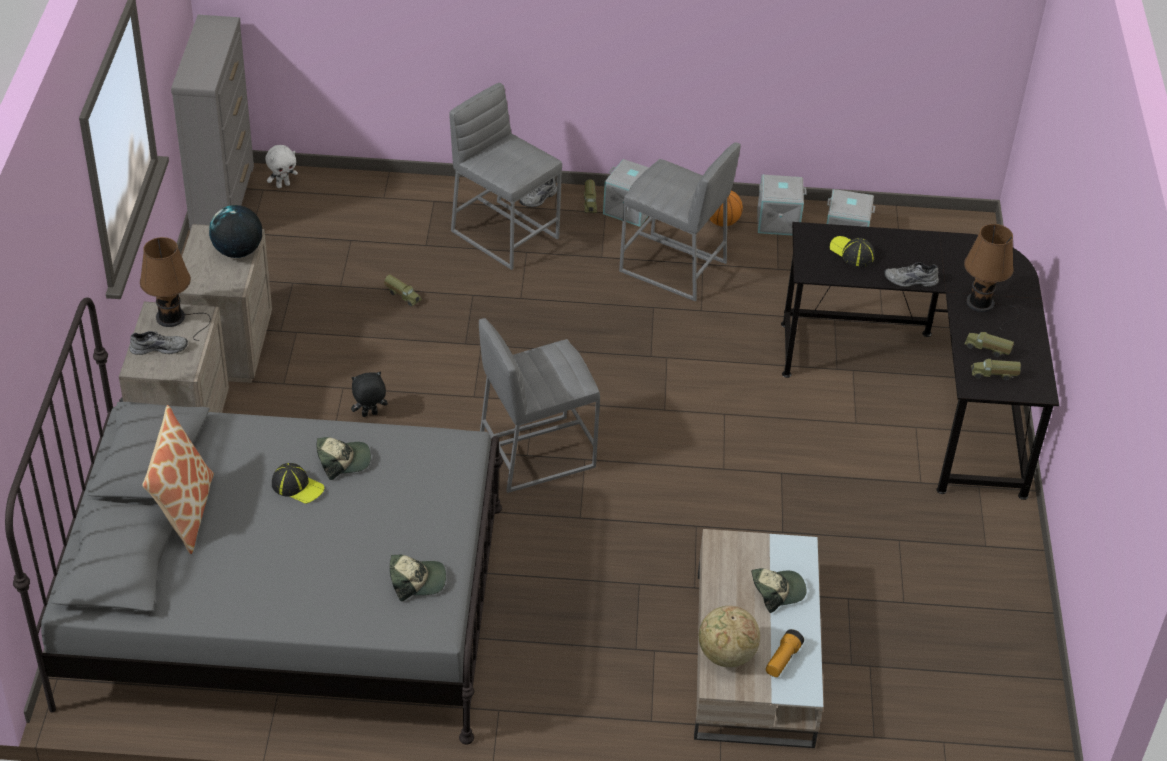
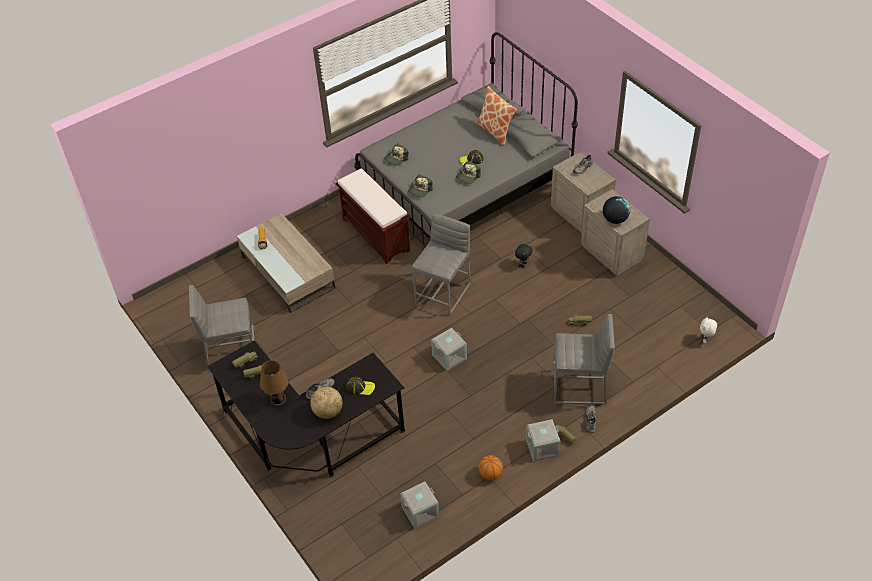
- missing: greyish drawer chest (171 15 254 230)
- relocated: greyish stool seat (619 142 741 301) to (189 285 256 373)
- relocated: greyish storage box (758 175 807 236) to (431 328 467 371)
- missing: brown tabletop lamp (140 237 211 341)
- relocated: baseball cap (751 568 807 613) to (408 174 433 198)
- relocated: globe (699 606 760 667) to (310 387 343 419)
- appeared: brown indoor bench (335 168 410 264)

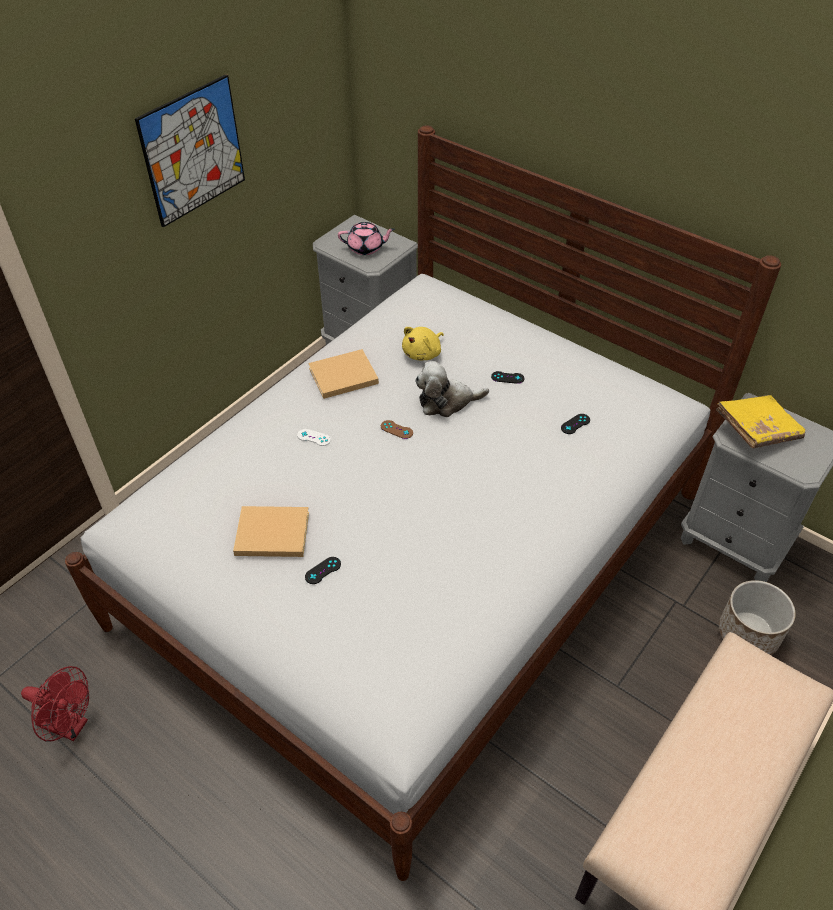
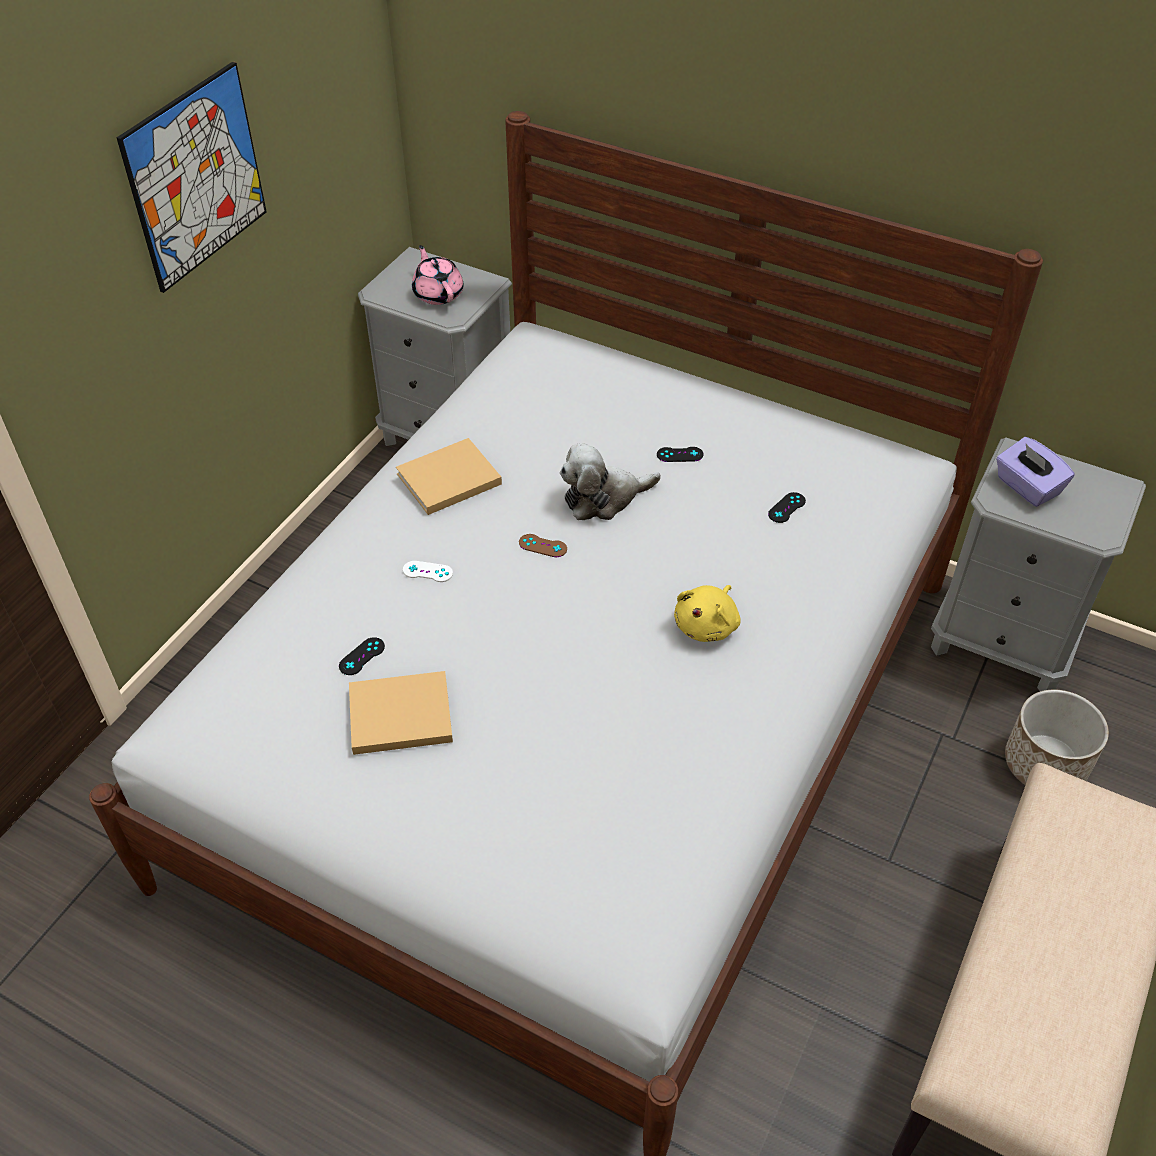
- spun: pink-coloured tea pot (338 222 395 255) = (412 245 463 305) 105 degrees counterclockwise
- relocated: yellow cuddly toy (402 327 444 360) to (674 585 741 642)
- exchanged: yellow bound book (716 395 805 448) to purple tissue holder (996 437 1074 507)
- relocated: blackish gamepad (305 557 341 584) to (339 637 385 675)
- missing: red-coloured fan (21 666 89 741)

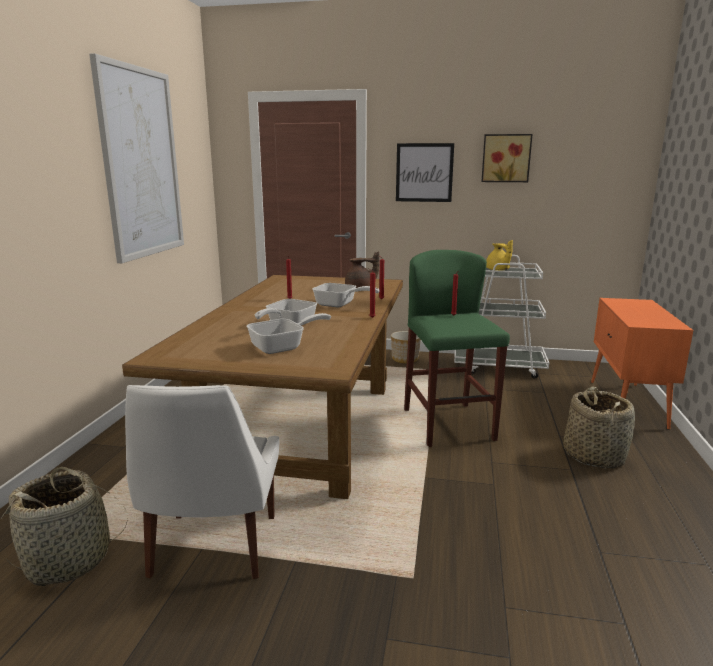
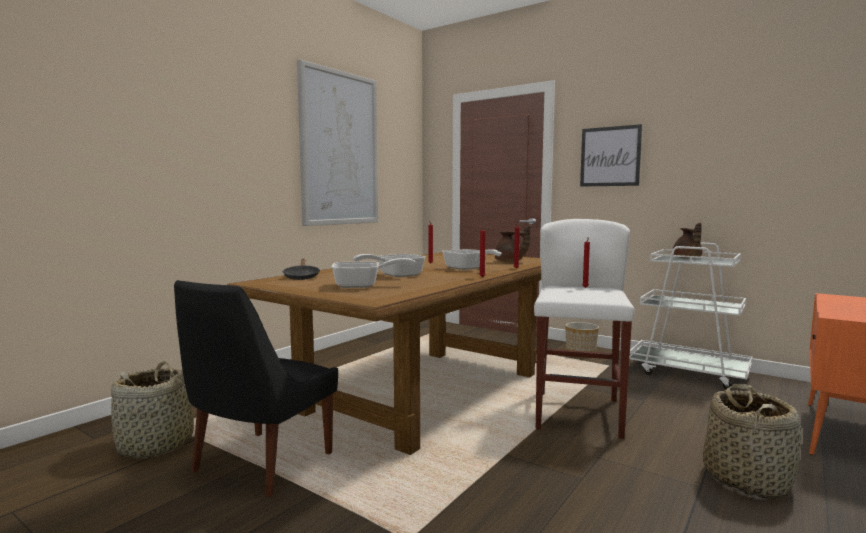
- missing: wall picture (481 134 533 182)
- colour: yellow tea pot (486 240 513 271) to brown tea pot (673 223 702 259)
- colour: greenish stool seat (404 250 510 447) to white-coloured stool seat (534 219 635 439)
- colour: white-coloured chair (125 385 279 579) to blackish chair (174 280 338 497)
- appeared: blackish frying pan (282 259 320 280)

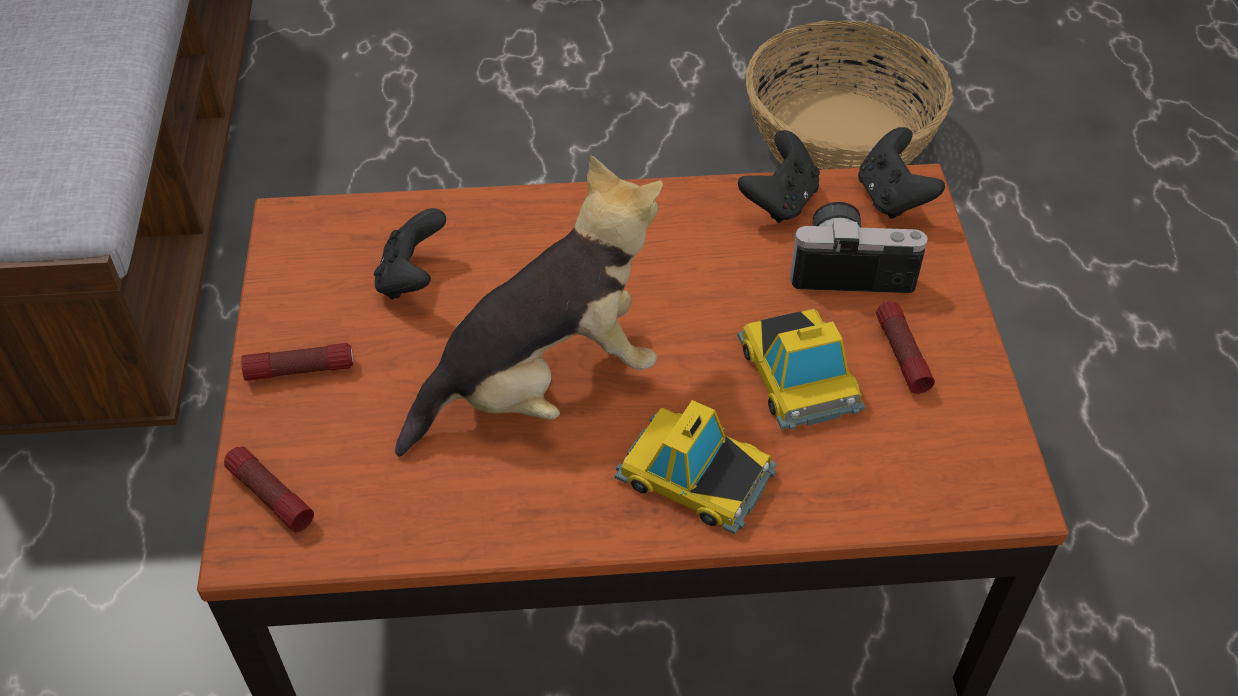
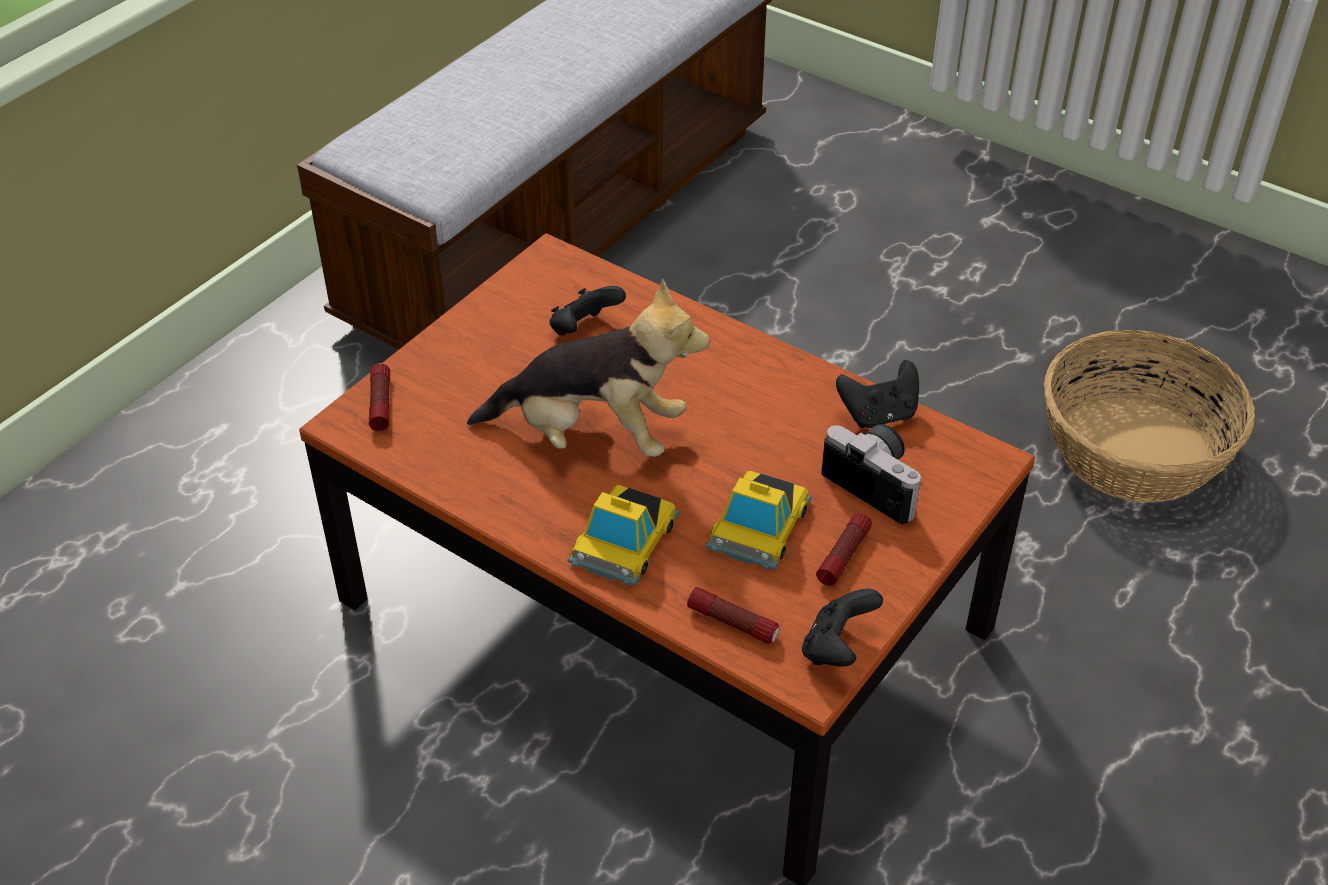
- relocated: blackish gamepad (858 127 945 219) to (802 589 883 667)
- relocated: hand torch (241 343 354 381) to (687 587 780 644)
- spun: miniature car (615 400 777 534) = (567 485 680 586) 135 degrees counterclockwise

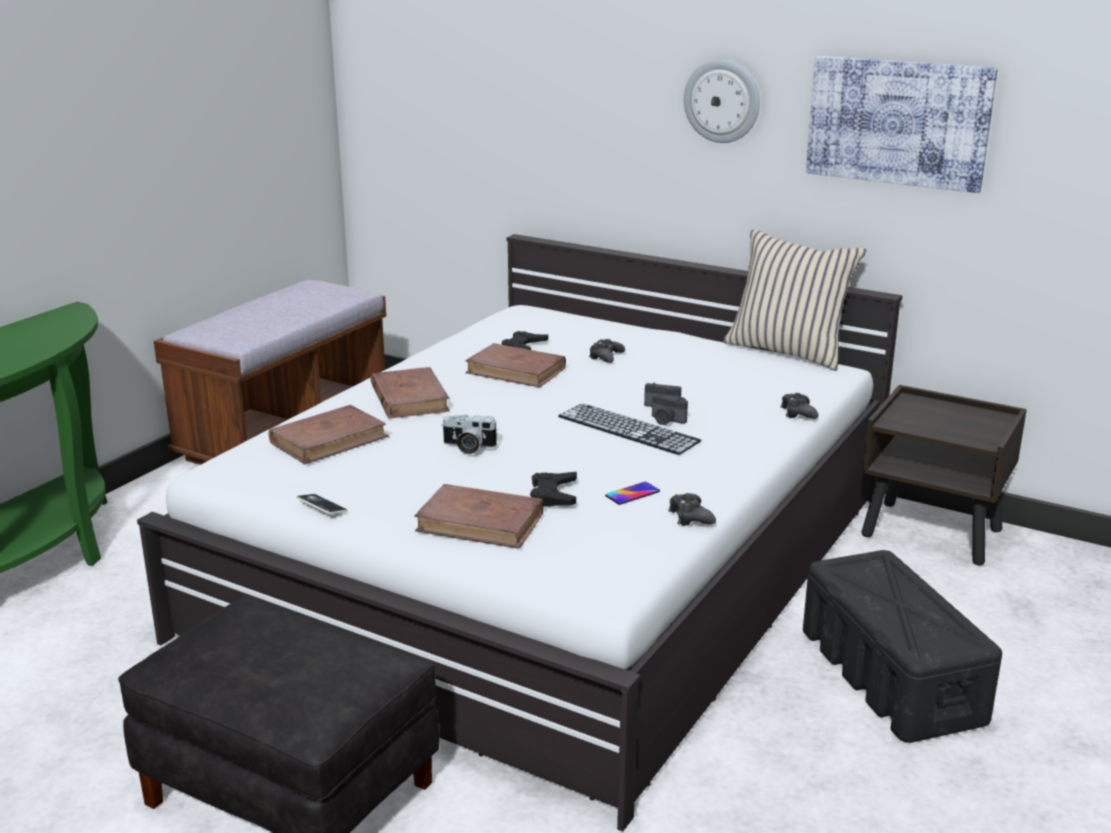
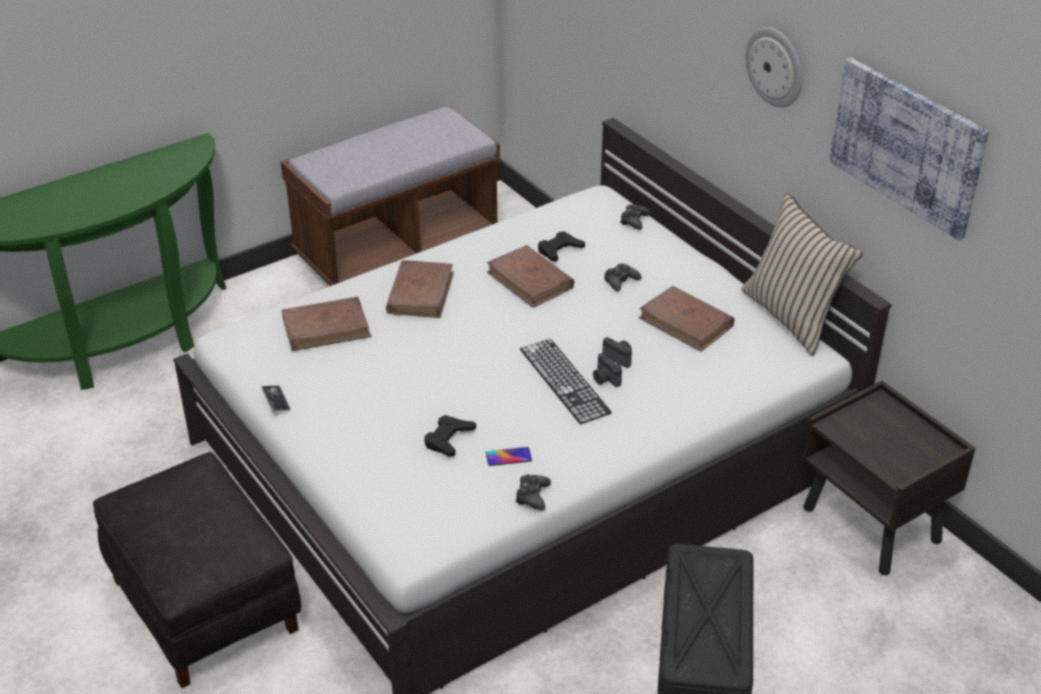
- relocated: blackish gamepad (780 393 819 419) to (620 204 651 230)
- missing: photo camera (441 415 498 454)
- relocated: brown bound book (414 484 544 549) to (639 286 734 352)

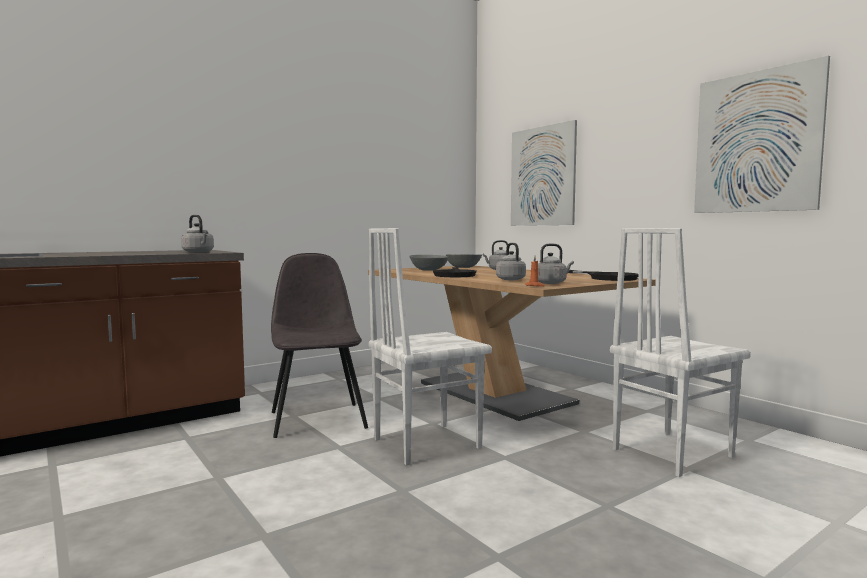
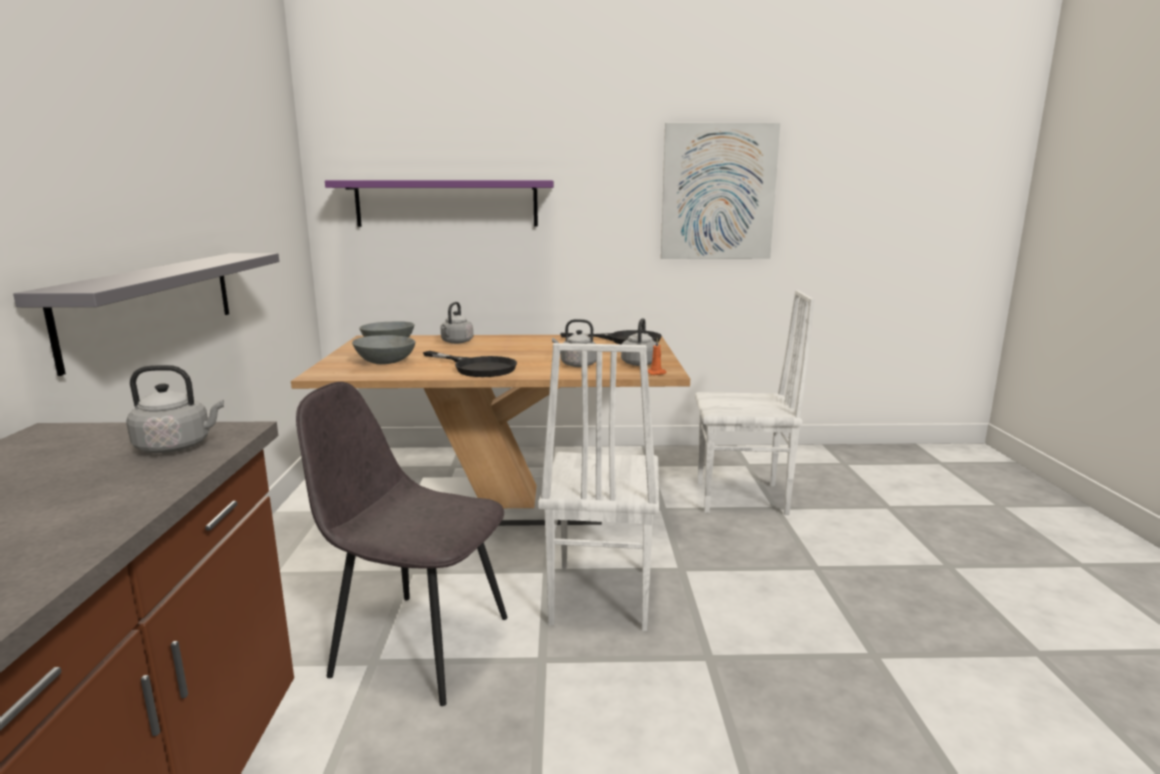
- exchanged: wall picture (511 120 577 226) to purple wall shelf (325 180 554 227)
- spun: white-coloured chair (610 228 751 477) = (695 290 814 515) 90 degrees counterclockwise
- appeared: greyish wall shelf (13 253 279 376)

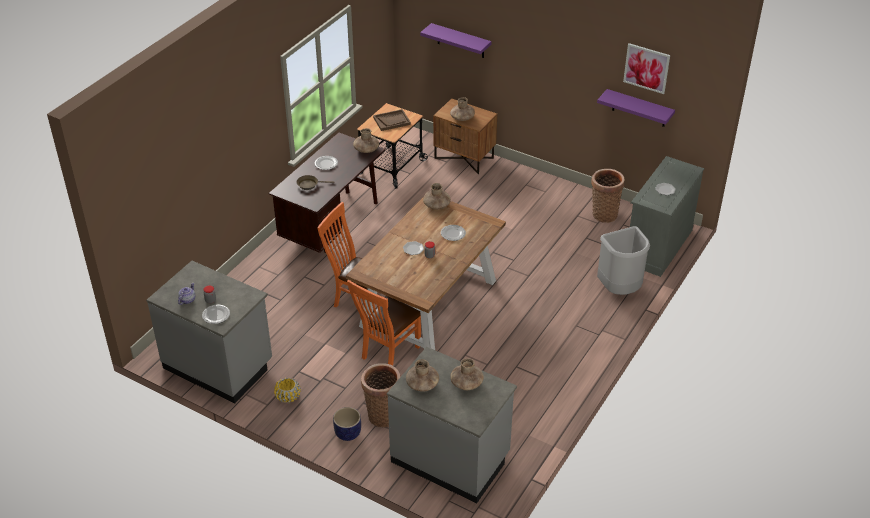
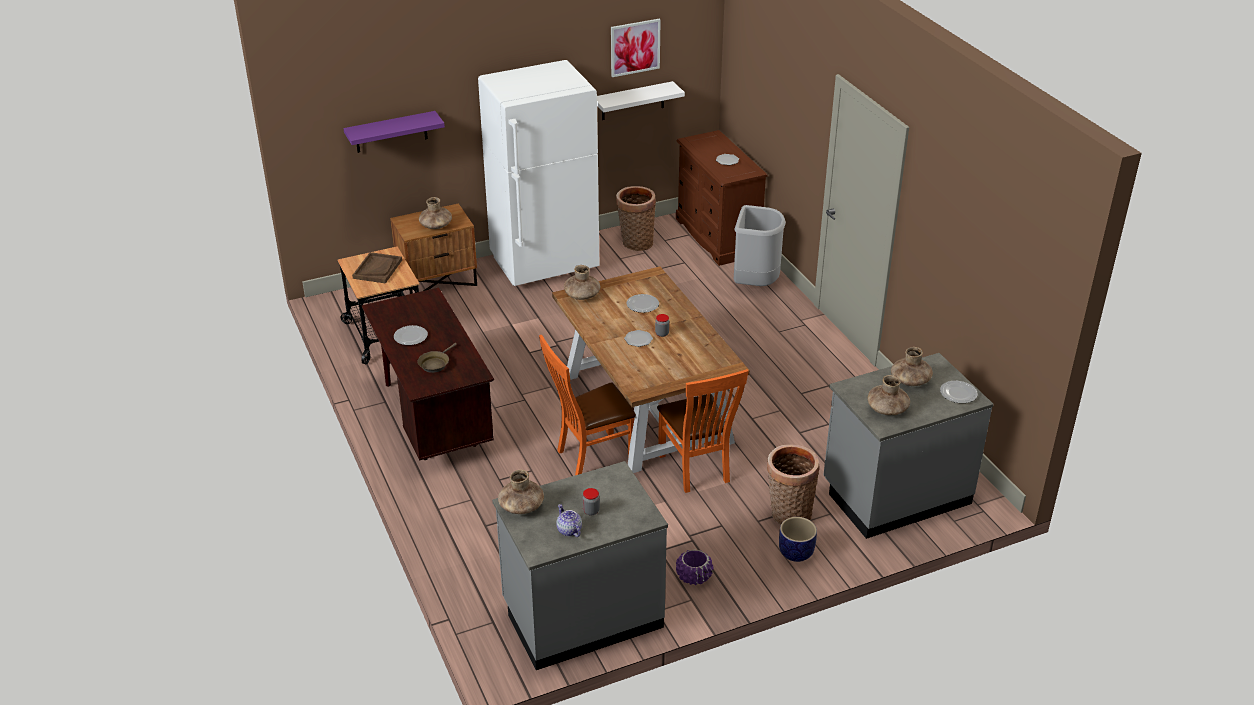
- colour: purple wall shelf (597 89 675 127) to white-coloured wall shelf (597 81 685 120)
- relocated: brown flower vase (353 128 379 153) to (498 470 544 514)
- colour: greyish drawer chest (630 156 704 277) to brown drawer chest (676 130 768 266)
- relocated: plate (202 305 230 324) to (940 381 978 403)
- colour: yellow planter (274 378 301 403) to purple planter (676 549 713 585)
- appeared: white-coloured fridge (478 60 599 286)

